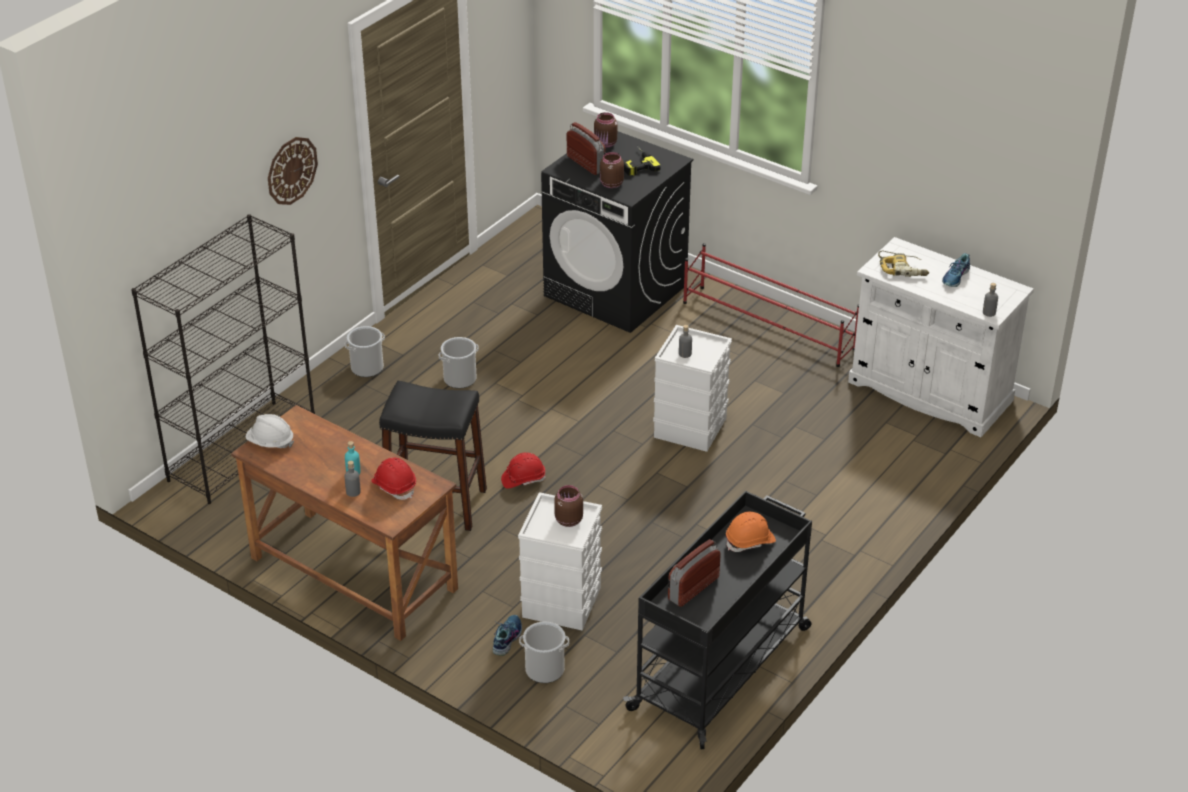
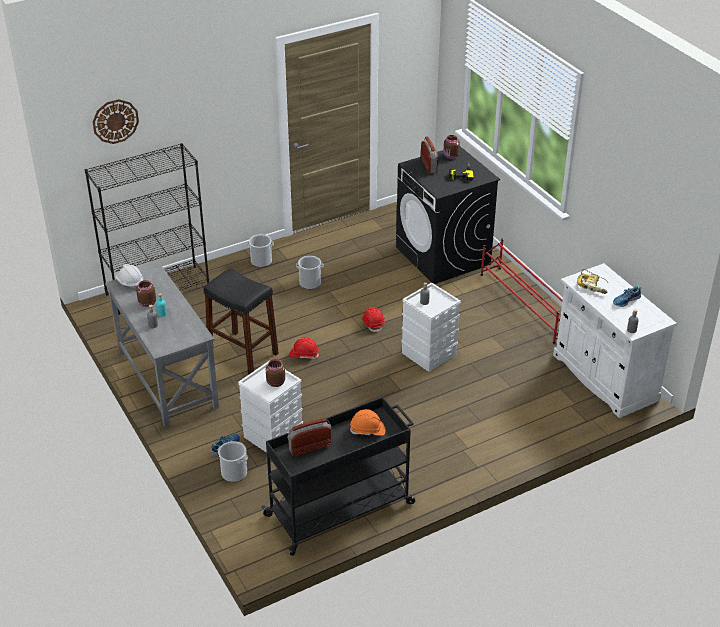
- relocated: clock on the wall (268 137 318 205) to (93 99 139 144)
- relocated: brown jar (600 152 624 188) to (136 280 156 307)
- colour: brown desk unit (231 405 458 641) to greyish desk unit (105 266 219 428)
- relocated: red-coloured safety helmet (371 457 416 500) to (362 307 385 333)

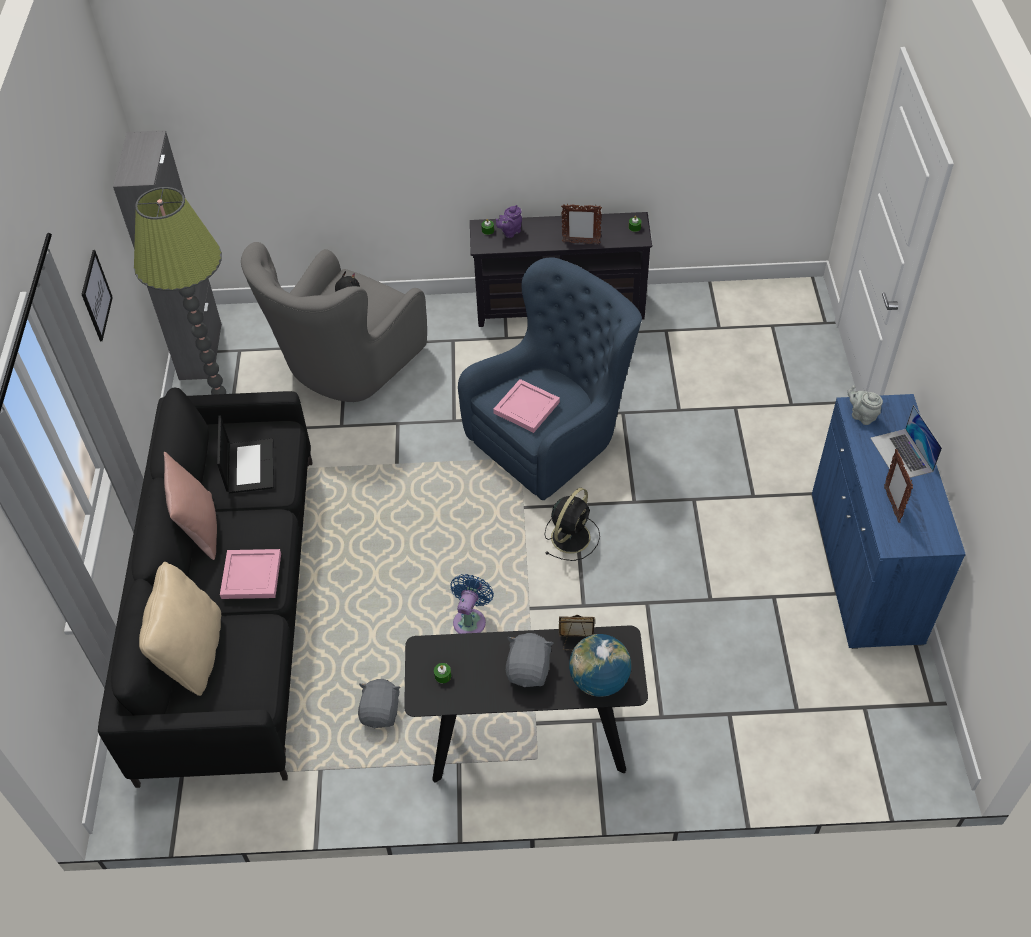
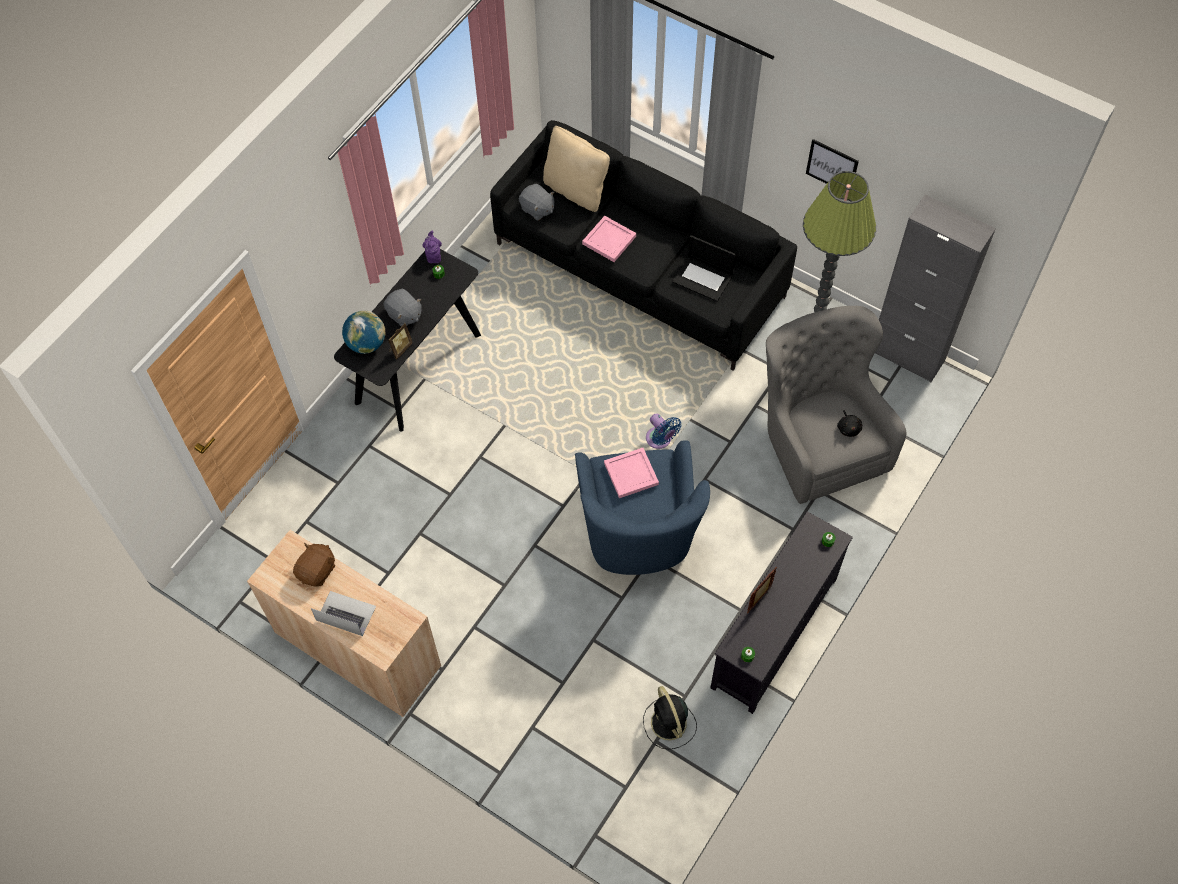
- relocated: purple tea pot (496 205 522 238) to (422 231 442 263)
- missing: greyish tea pot (847 385 883 425)
- colour: blue-coloured storage cabinet (812 394 966 649) to beige-coloured storage cabinet (247 530 441 717)
- exchanged: photo frame (884 449 913 523) to brown cuddly toy (293 543 335 587)
- missing: pink-coloured throw pillow (164 452 217 560)
- relocated: blackish fan (545 488 600 561) to (643 686 697 750)
- relocated: blue-coloured fan (450 574 494 634) to (646 413 682 449)
- relocated: greyish cuddly toy (358 679 400 728) to (519 184 554 221)

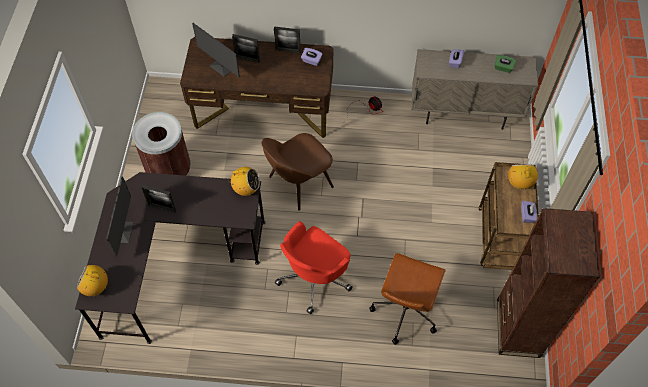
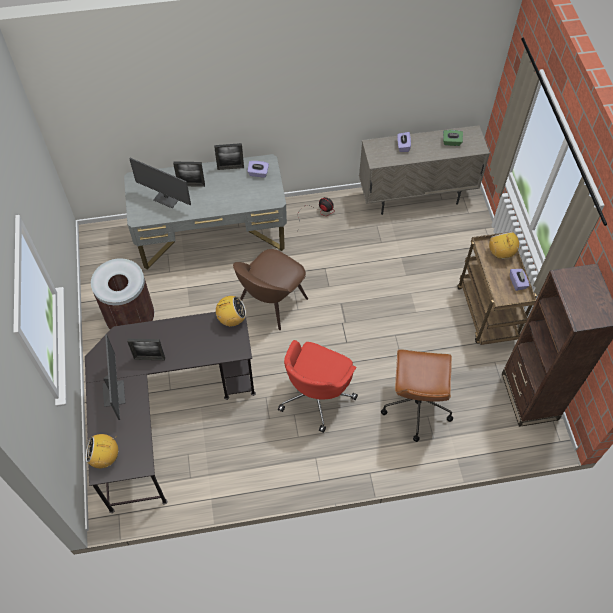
- colour: brown desk unit (180 37 334 138) to greyish desk unit (124 154 287 270)

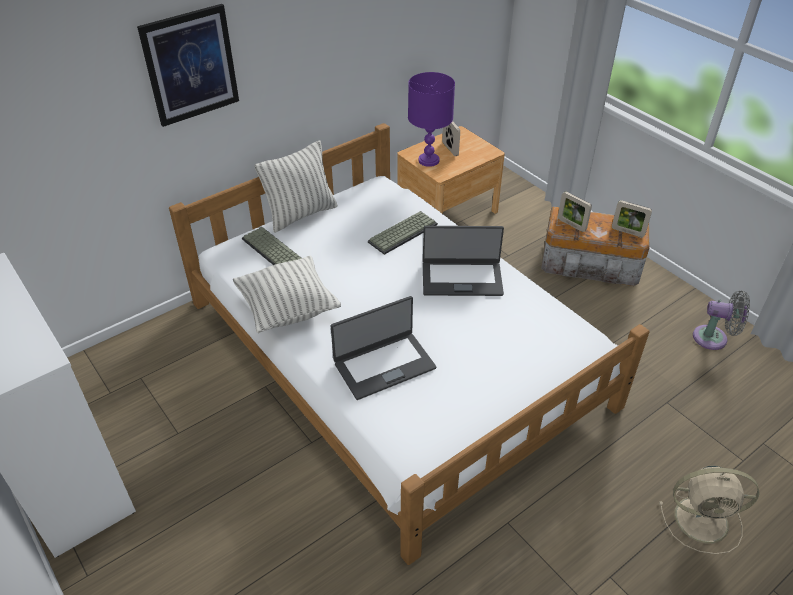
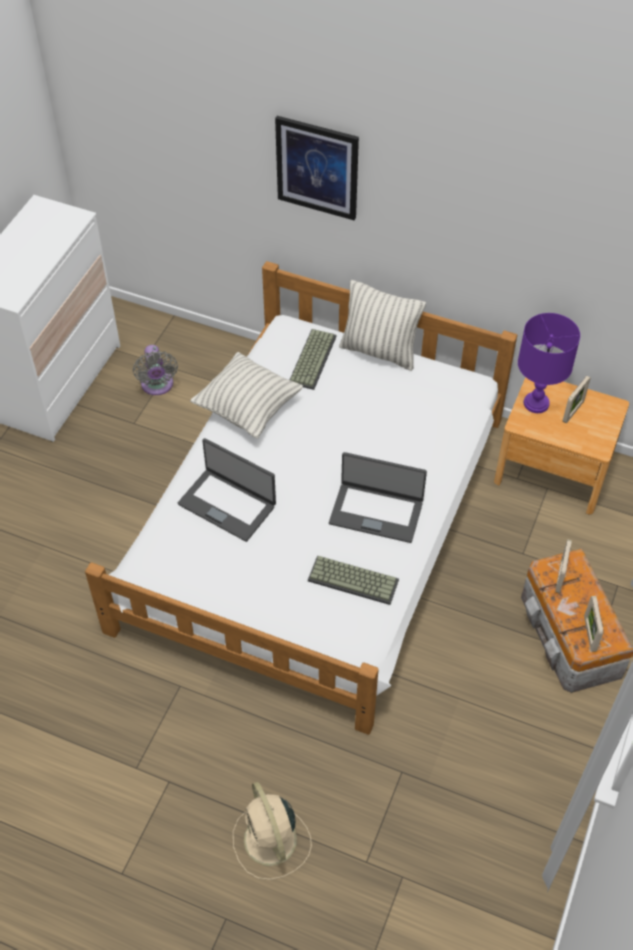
- relocated: PC keyboard (368 211 438 255) to (308 556 399 605)
- spun: laptop (423 226 504 296) = (329 452 427 543) 45 degrees counterclockwise
- relocated: greyish fan (693 291 750 350) to (133 345 178 395)

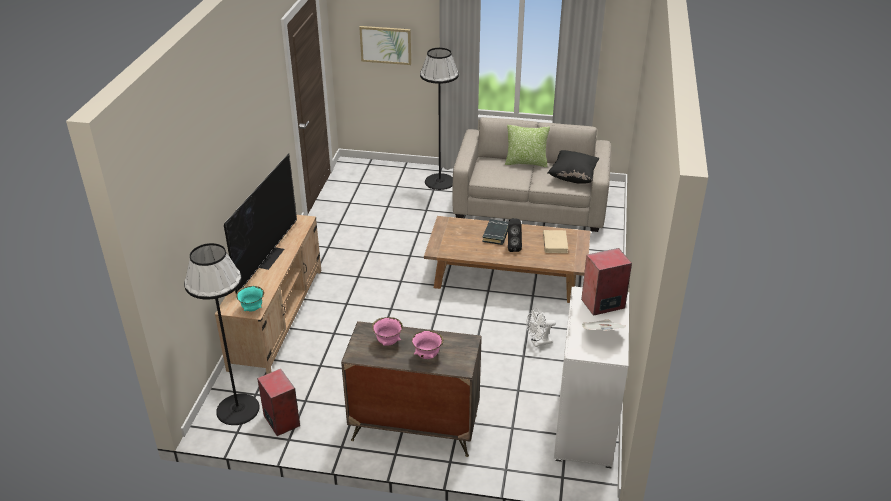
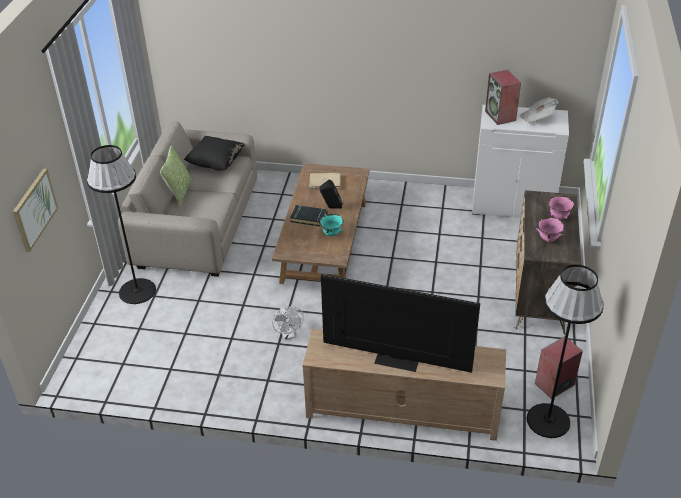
- relocated: turquoise-coloured deep dish (236 286 264 312) to (319 214 344 236)
- relocated: white-coloured fan (526 308 556 347) to (272 306 304 340)

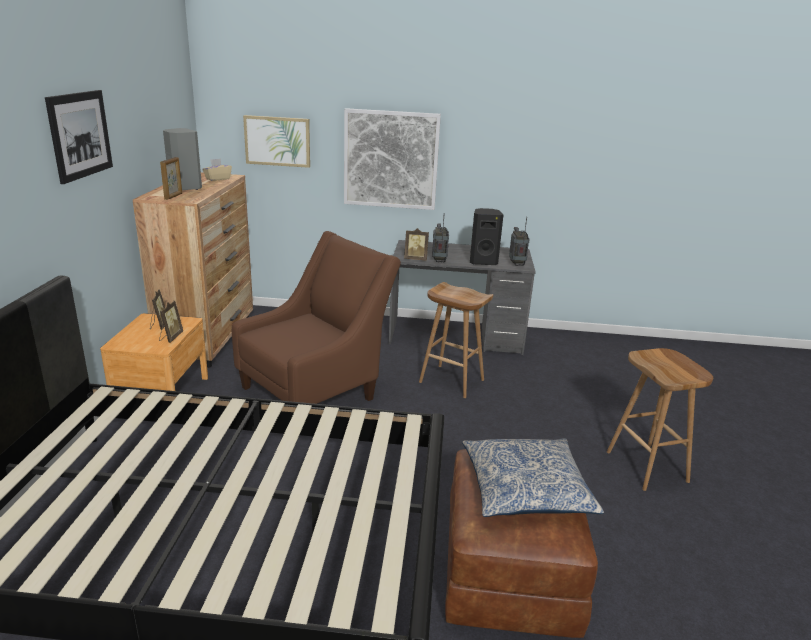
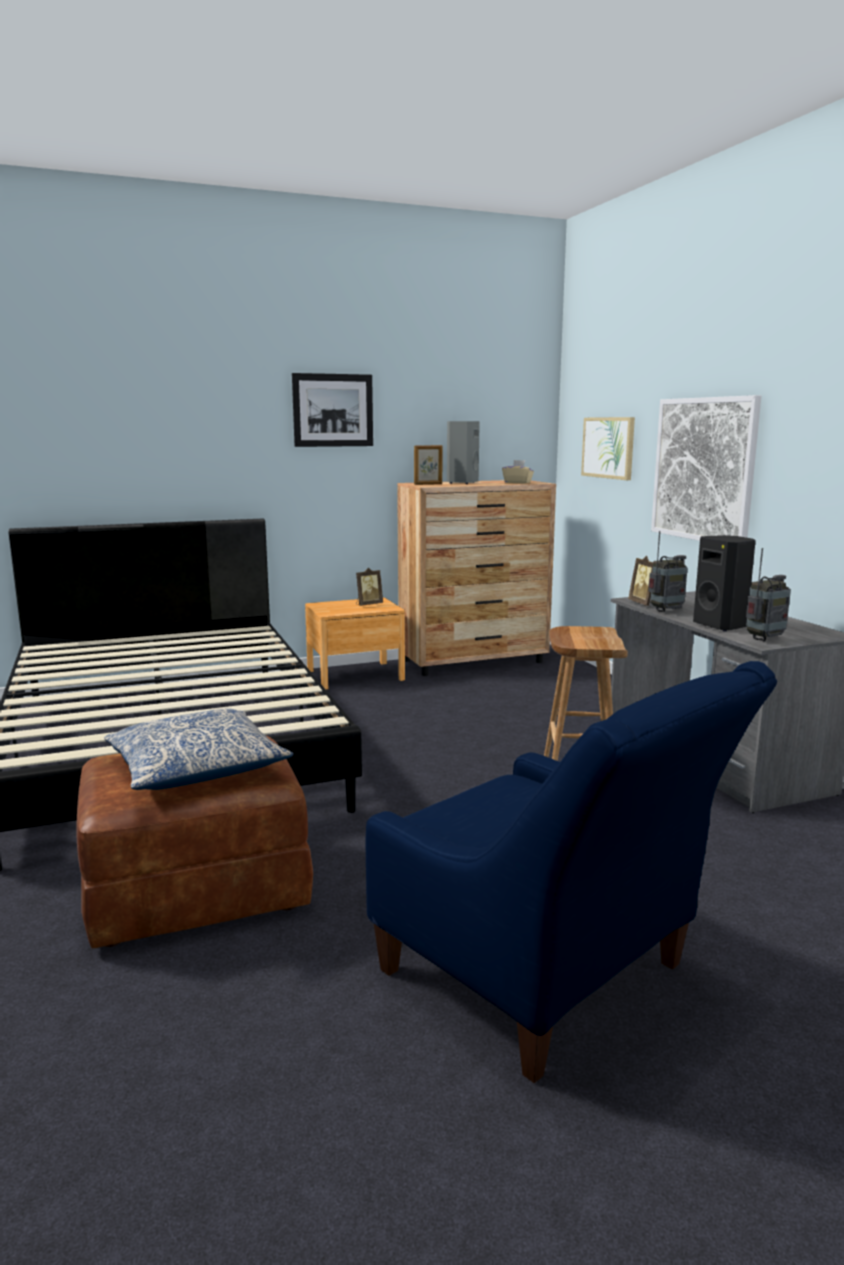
- missing: brown lounge chair (232 231 401 404)
- missing: photo frame (159 301 183 343)
- exchanged: brown stool seat (607 348 713 491) to blue-coloured lounge chair (366 661 777 1083)

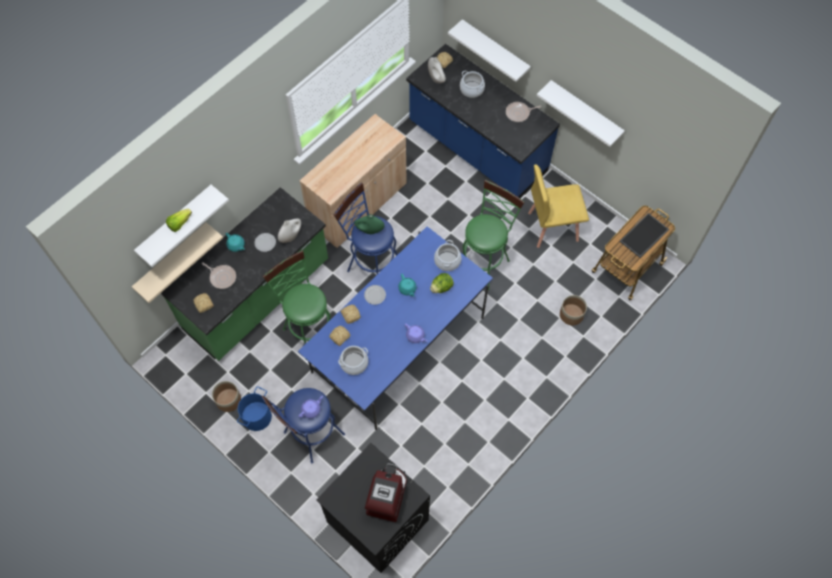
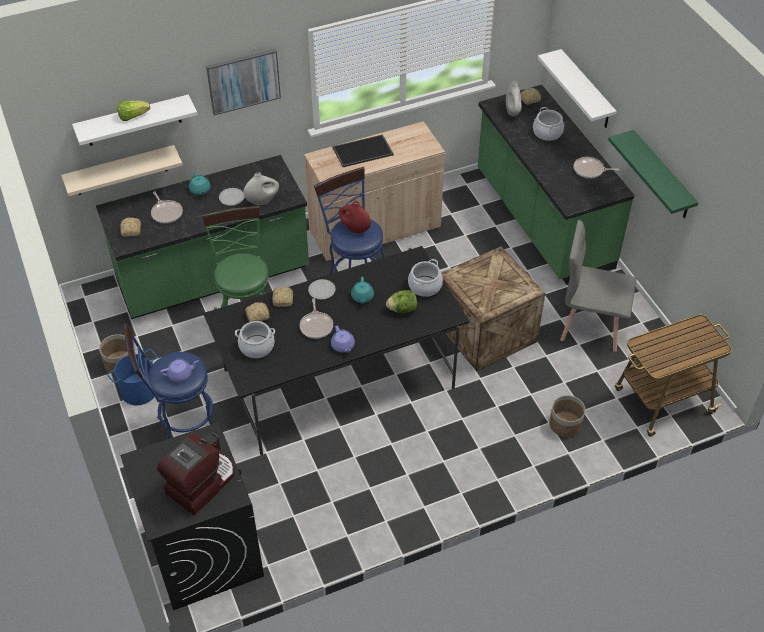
- colour: blue-coloured kitchen base unit (406 44 560 198) to greenish kitchen base unit (478 85 634 285)
- colour: white-coloured wall shelf (537 80 625 147) to greenish wall shelf (608 130 698 218)
- colour: yellow chair (528 164 589 248) to greyish chair (560 220 637 352)
- exchanged: greenish stool seat (463 180 524 290) to packing crate (441 246 545 371)
- relocated: serving tray (619 213 669 258) to (332 134 394 167)
- colour: greenish flower vase (354 214 385 234) to red-coloured flower vase (338 201 371 233)
- colour: blue-coloured kitchen table (298 226 493 430) to blackish kitchen table (203 246 469 456)
- appeared: wall picture (206 49 281 115)
- appeared: frying pan (300 298 333 339)

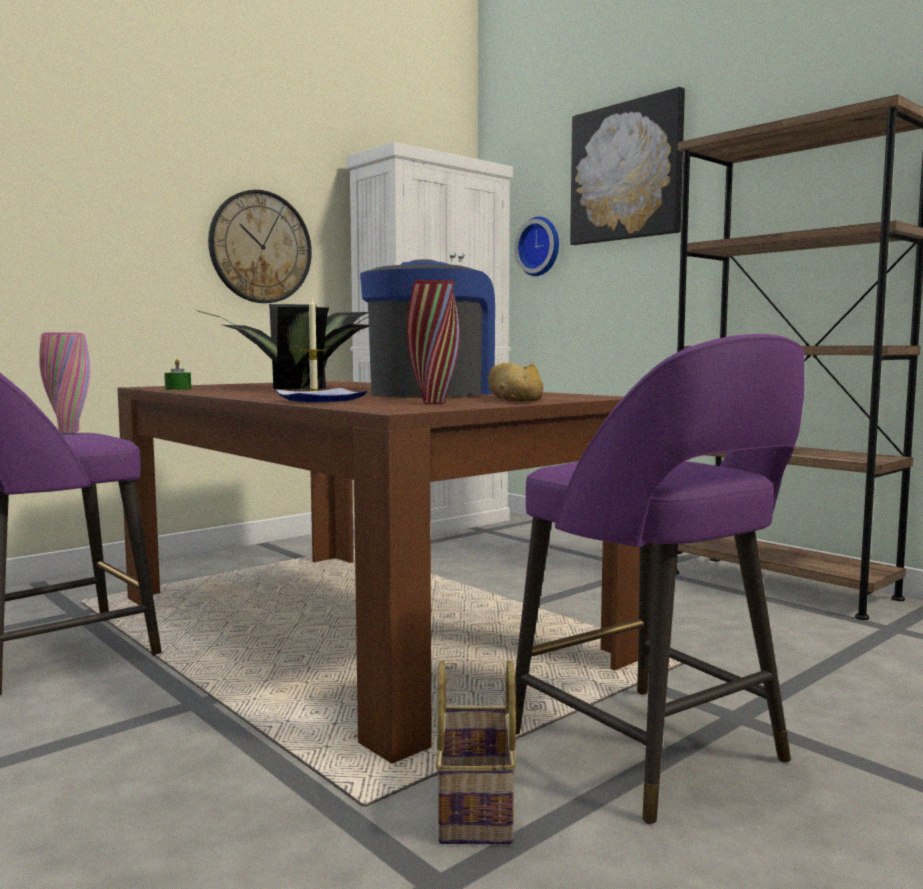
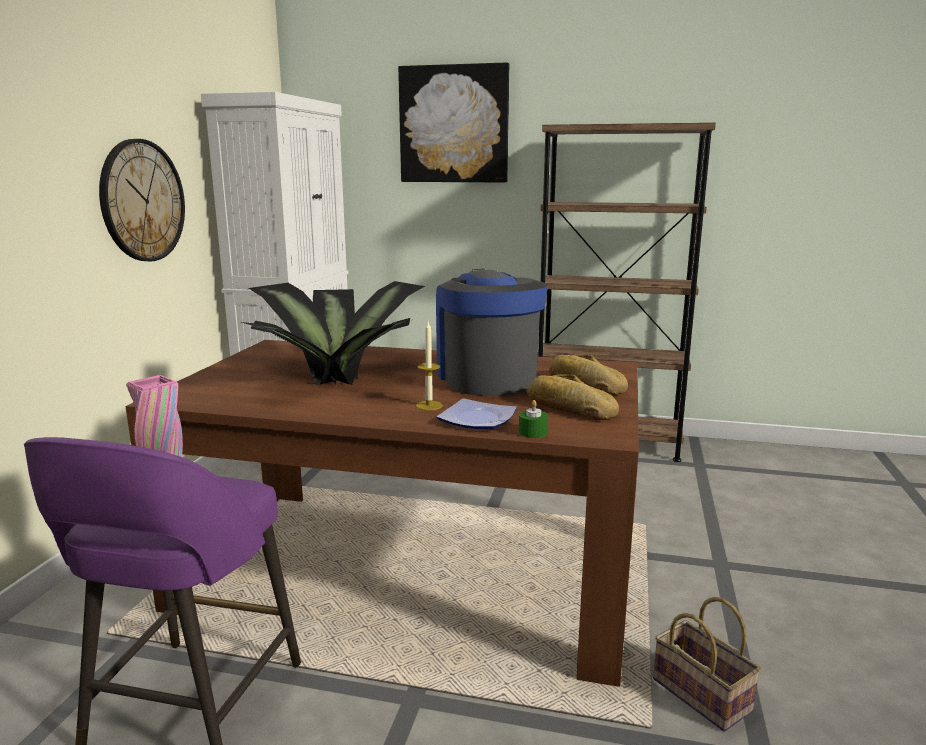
- missing: clock on the wall (515 217 559 276)
- exchanged: red-coloured flower vase (406 280 460 403) to bread (527 374 619 420)
- missing: purple stool seat (515 334 805 824)
- relocated: greenish wax candle (164 359 191 390) to (519 400 548 438)

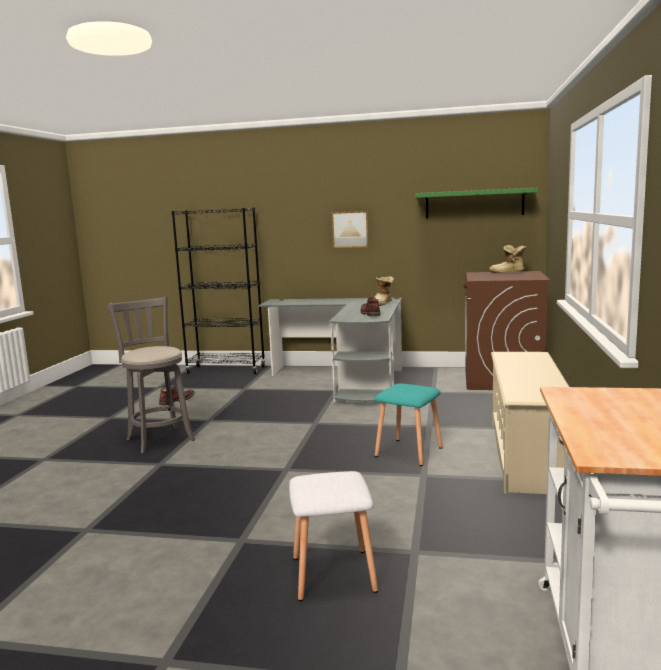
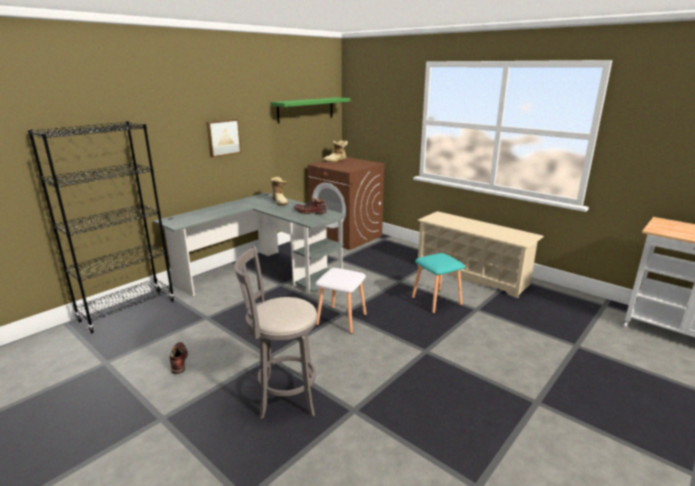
- relocated: white-coloured stool seat (289 471 378 601) to (316 268 367 334)

